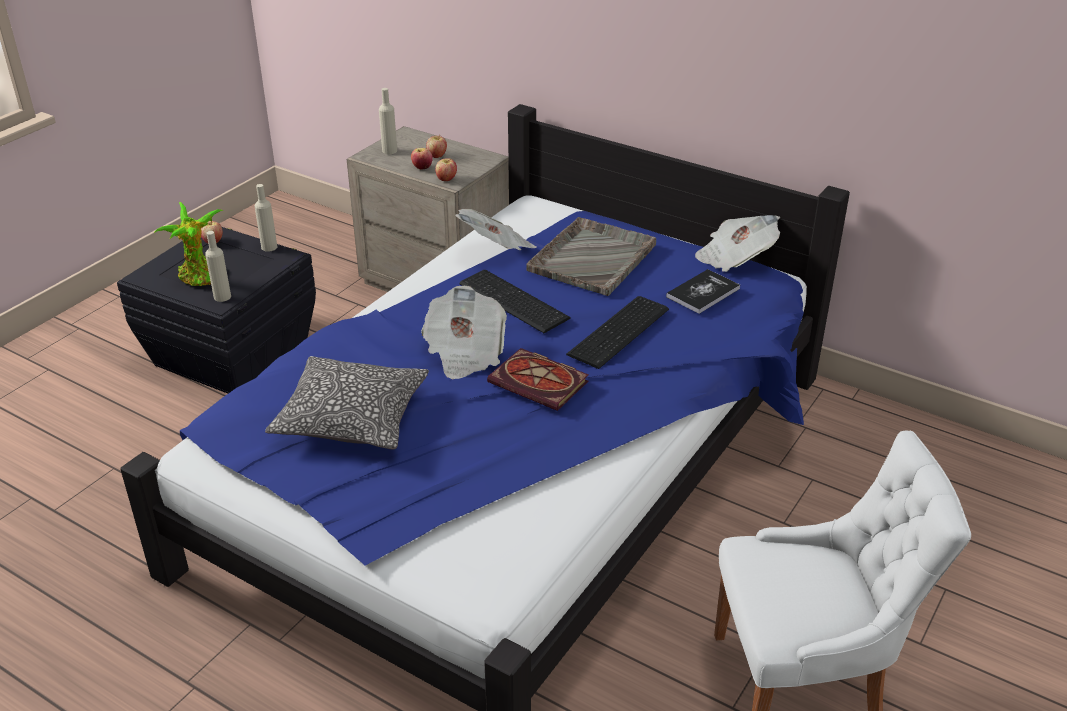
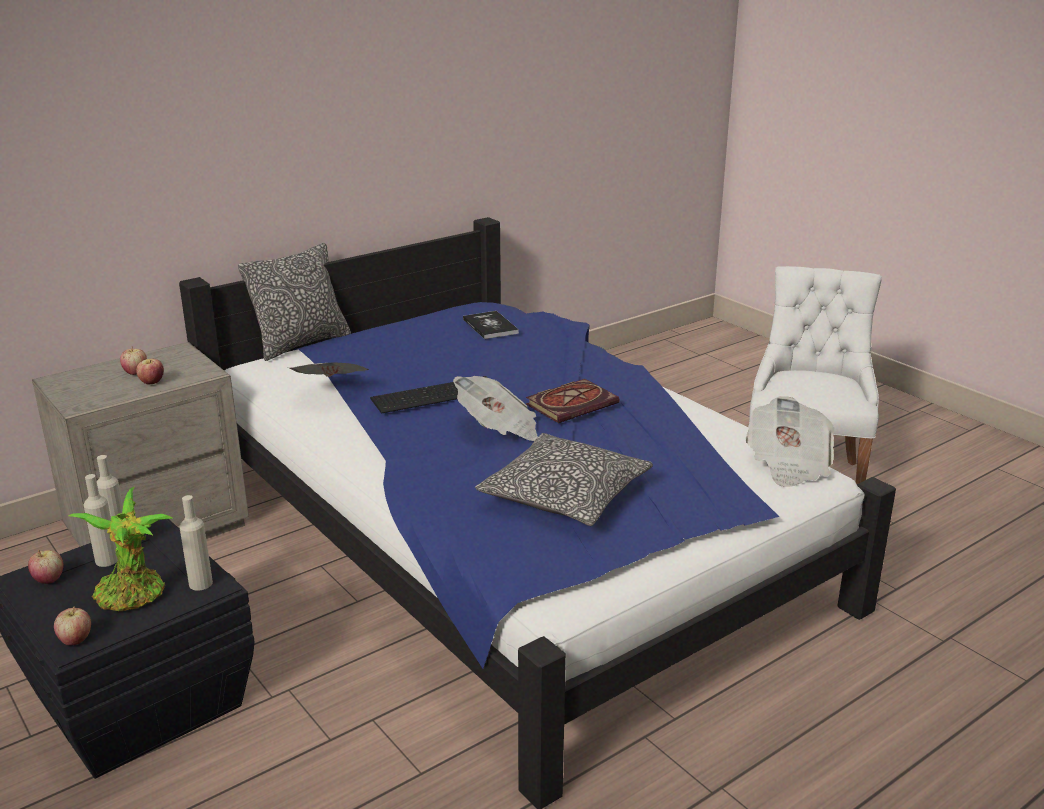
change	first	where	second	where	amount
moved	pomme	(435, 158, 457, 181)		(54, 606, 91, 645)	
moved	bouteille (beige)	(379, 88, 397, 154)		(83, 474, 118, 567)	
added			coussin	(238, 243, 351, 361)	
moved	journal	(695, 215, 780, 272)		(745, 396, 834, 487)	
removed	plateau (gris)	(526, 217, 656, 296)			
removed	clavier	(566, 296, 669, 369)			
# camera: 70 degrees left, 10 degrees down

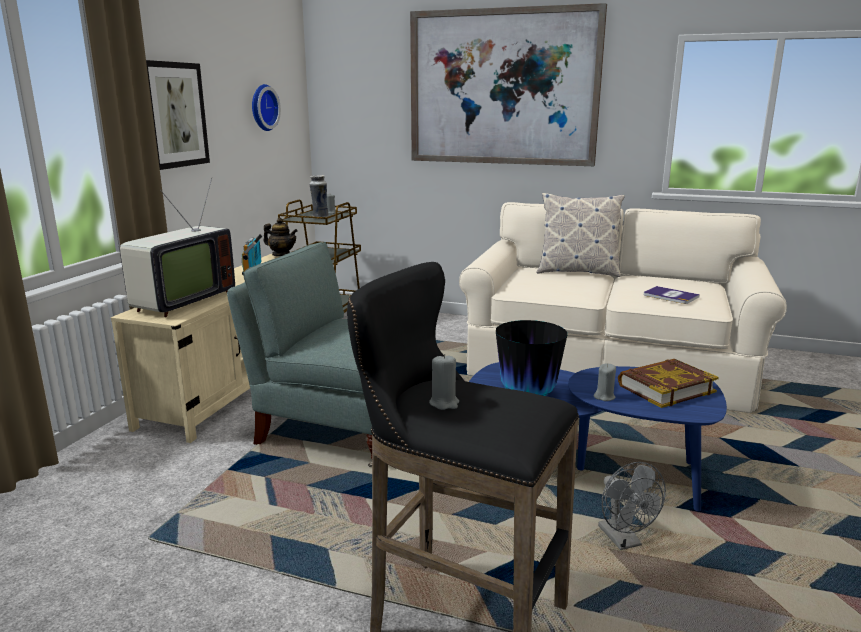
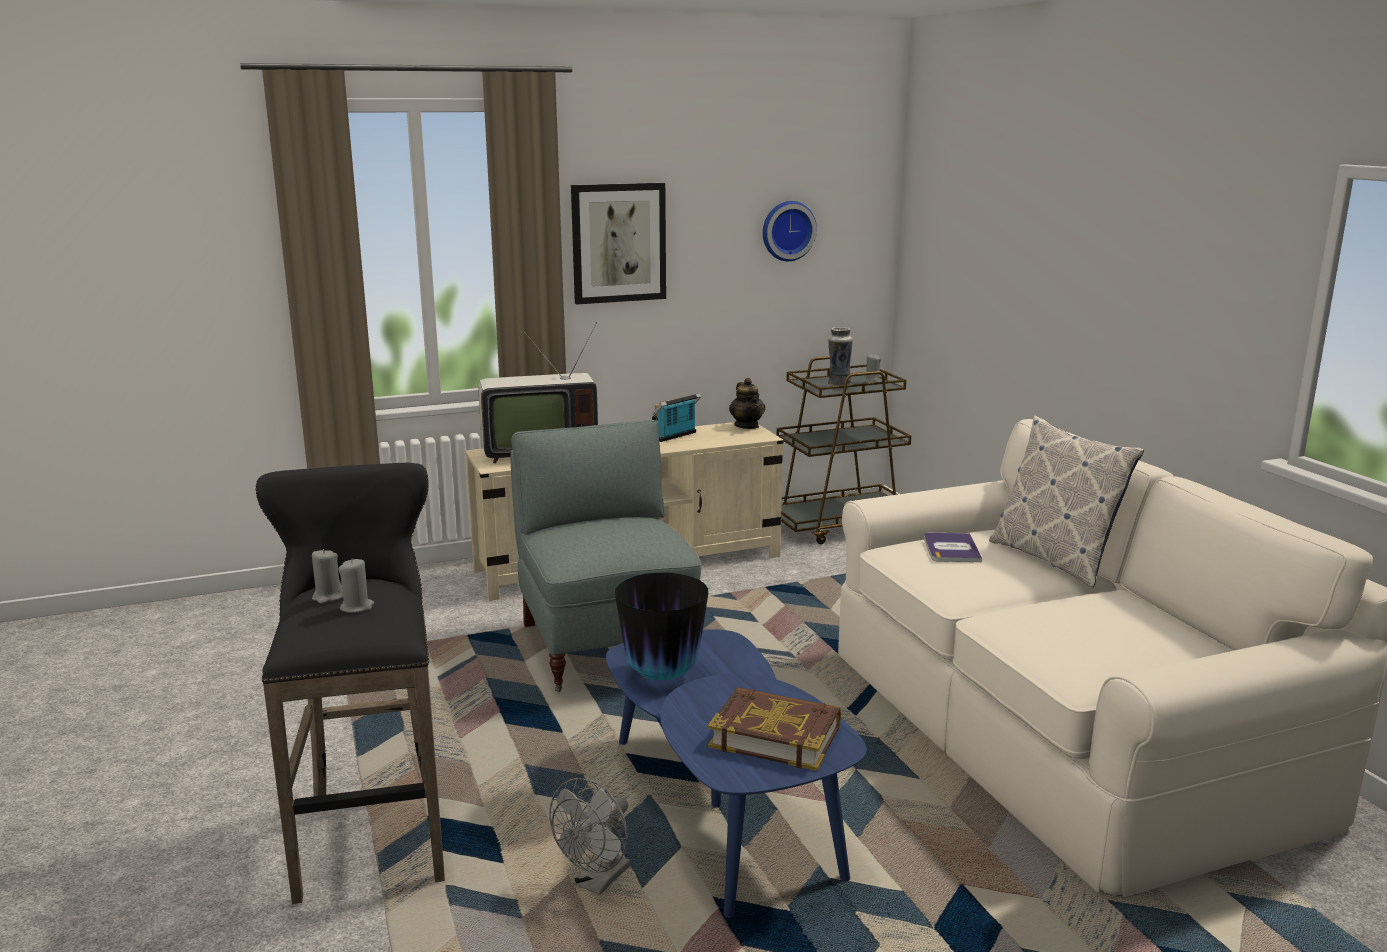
change	first	where	second	where	amount
moved	bougie (gris)	(594, 363, 616, 401)		(339, 559, 374, 613)	
moved	livre	(644, 286, 700, 304)		(924, 533, 982, 562)	
removed	tableau	(410, 3, 607, 166)			
# camera: 50 degrees right, 0 degrees up

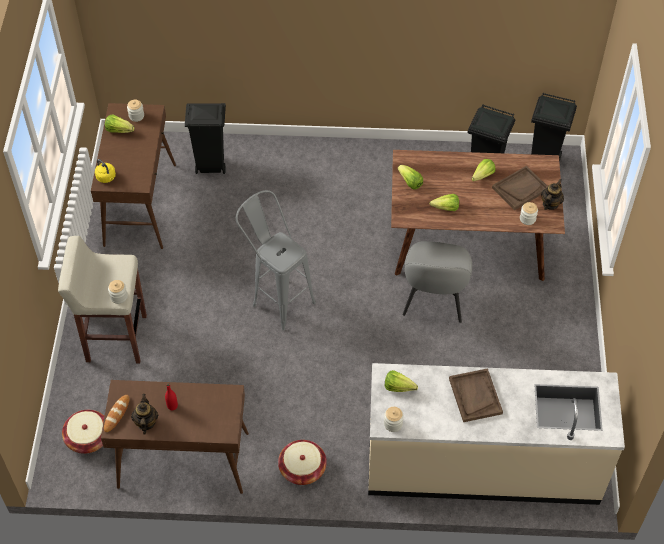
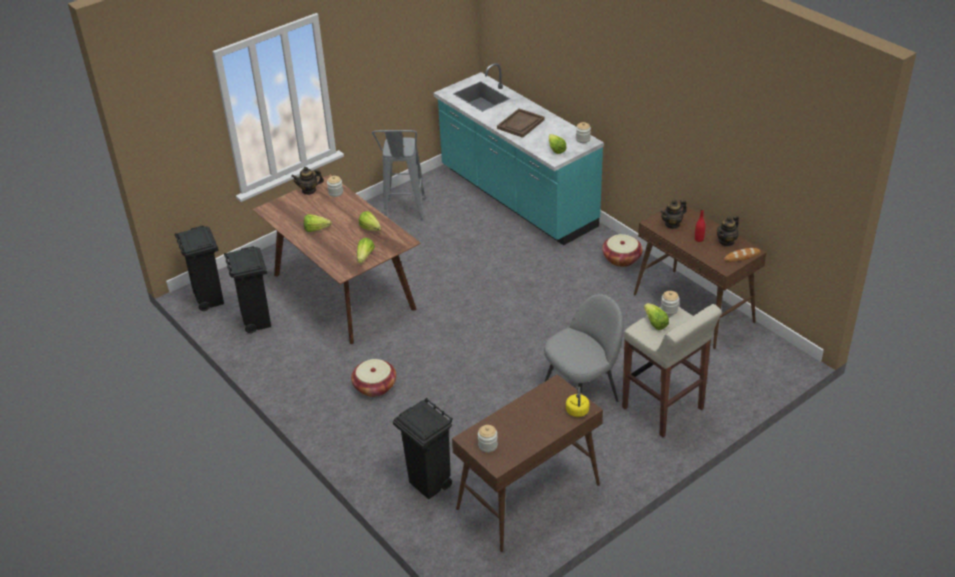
change	first	where	second	where	amount
moved	panier	(62, 410, 104, 454)		(351, 359, 396, 397)	
moved	tabouret (gris)	(236, 190, 316, 331)		(372, 130, 426, 221)	
recoloured	comptoir de cuisine (beige)	(368, 363, 625, 505)	comptoir de cuisine (turquoise)	(434, 63, 604, 245)	
moved	chaise (gris)	(402, 241, 472, 323)		(544, 294, 623, 402)	
moved	laitue	(105, 115, 134, 133)		(644, 303, 669, 330)	
added			théière	(661, 199, 687, 229)	
removed	plateau (marron)	(492, 166, 548, 210)			
# camera: 130 degrees left, 15 degrees down

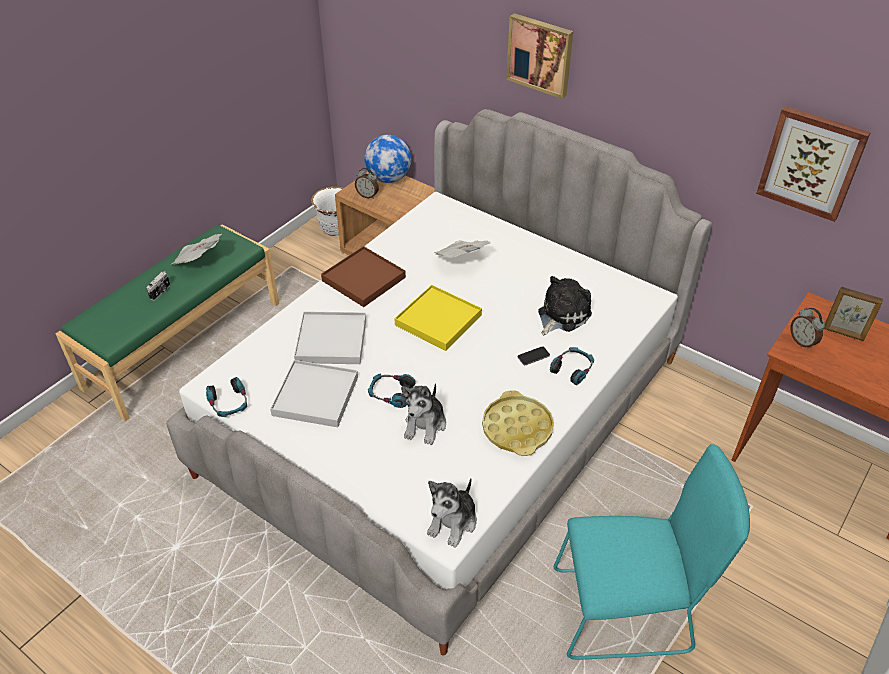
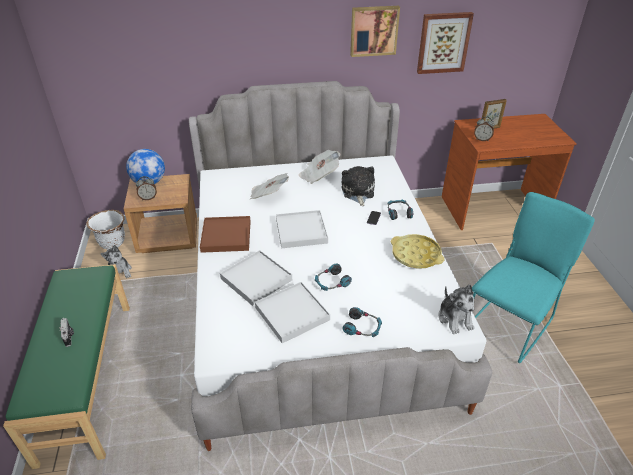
change	first	where	second	where	amount
moved	peluche	(401, 383, 446, 445)		(100, 245, 132, 278)	
recoloured	plateau (jaune)	(394, 285, 482, 351)	plateau (blanc)	(276, 210, 328, 248)	
moved	journal	(171, 234, 222, 264)		(299, 150, 341, 184)	
moved	casque audio	(206, 377, 247, 417)		(342, 307, 382, 337)	
moved	tableau	(506, 13, 573, 99)		(350, 6, 400, 57)	
# camera: 45 degrees left, 5 degrees down

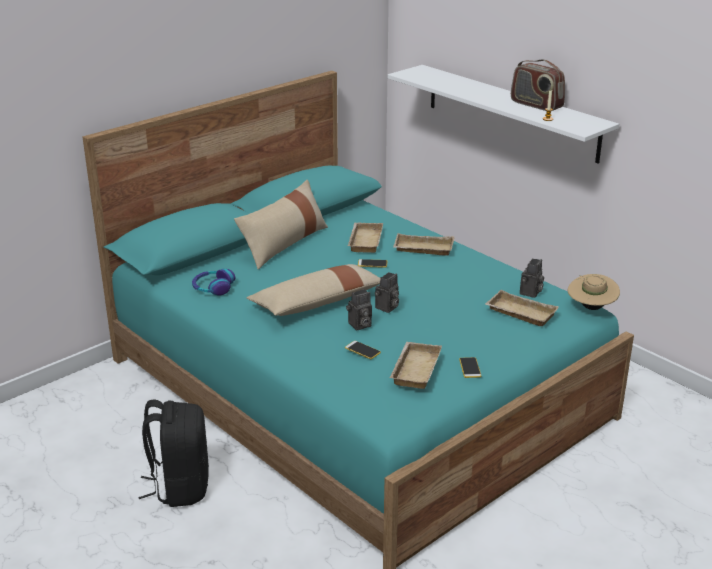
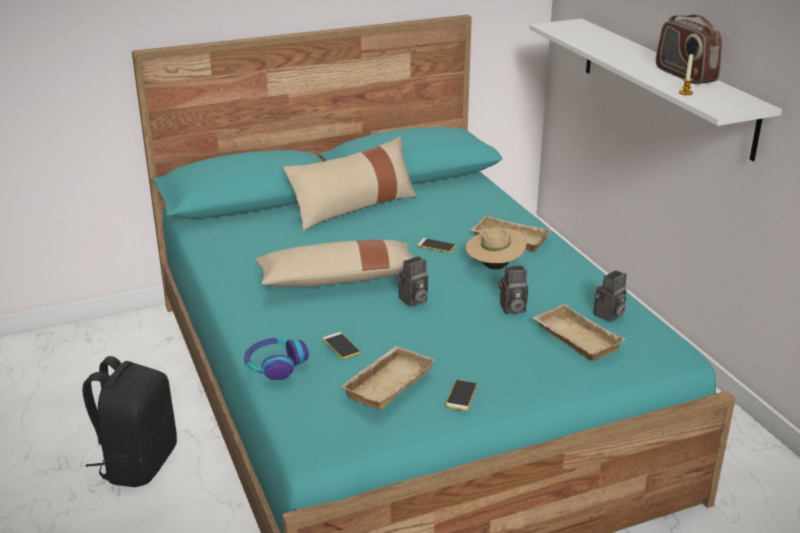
change	first	where	second	where	amount
moved	casque audio	(192, 269, 235, 296)		(244, 338, 309, 380)	
moved	chapeau (beige)	(568, 274, 620, 310)		(465, 226, 526, 270)	
moved	appareil photo	(346, 289, 372, 330)		(498, 265, 528, 314)	
removed	plateau (beige)	(348, 223, 383, 253)			
# camera: 20 degrees right, 0 degrees up

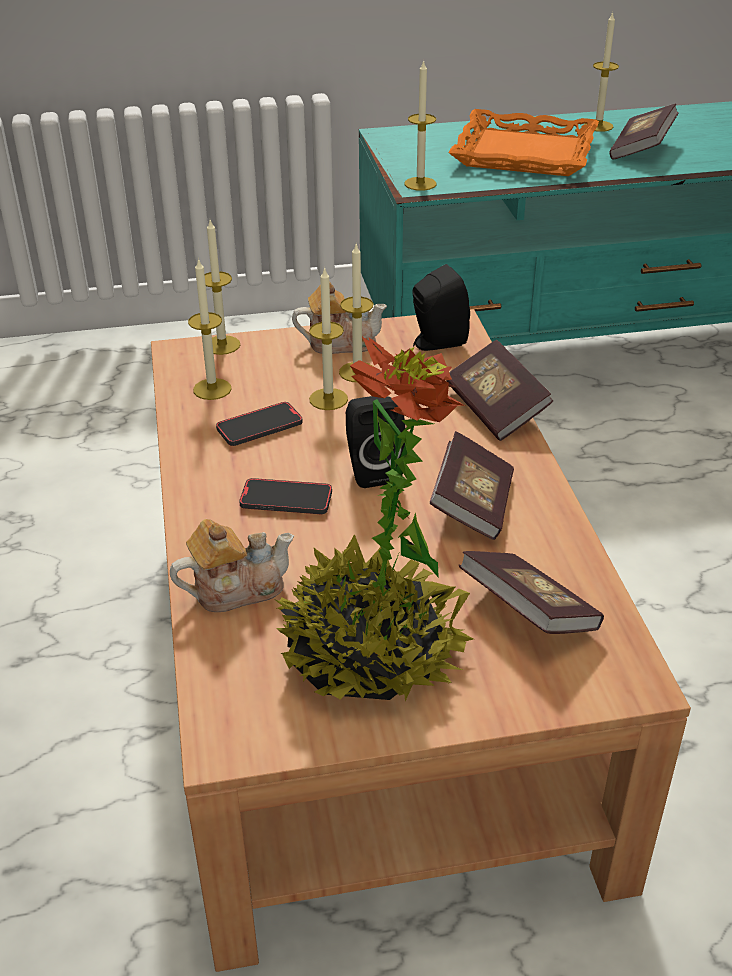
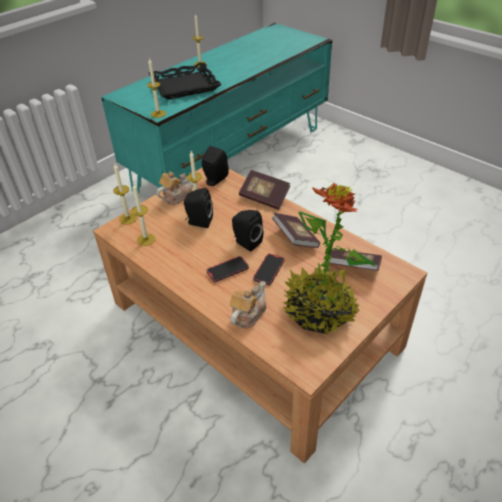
change	first	where	second	where	amount
recoloured	plateau (orange)	(448, 109, 599, 176)	plateau (noir)	(149, 62, 222, 100)	
replaced	bougie	(309, 267, 348, 410)	enceinte (noir)	(184, 188, 213, 228)	
moved	téléphone	(216, 402, 303, 446)		(253, 253, 285, 285)	
removed	livre	(609, 103, 679, 160)			
# camera: 35 degrees left, 5 degrees up

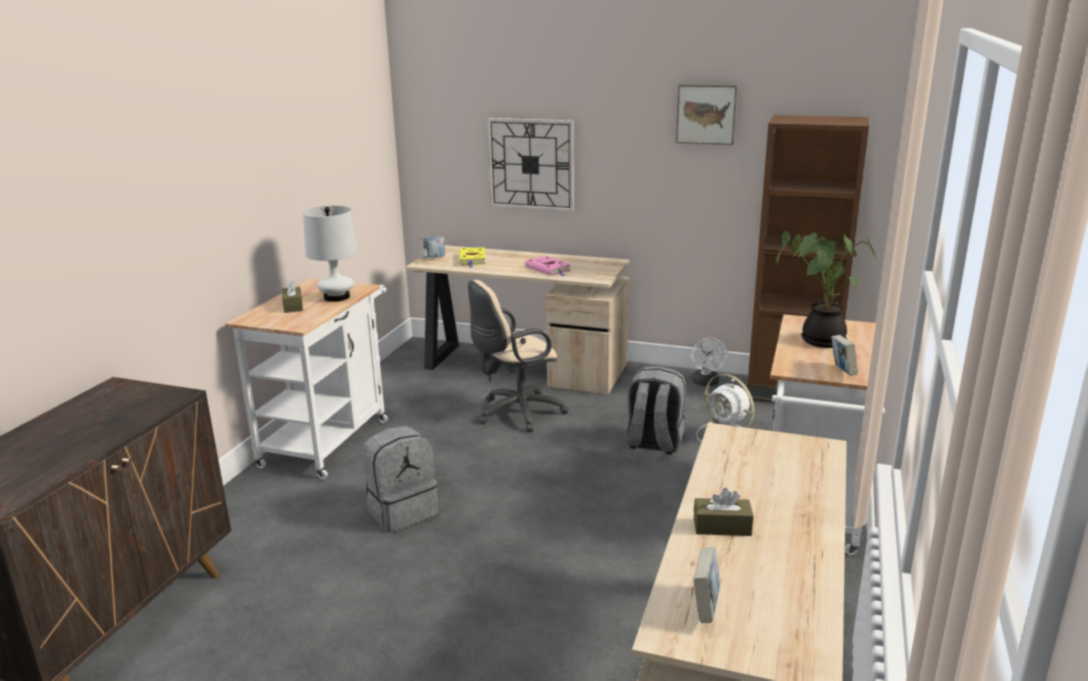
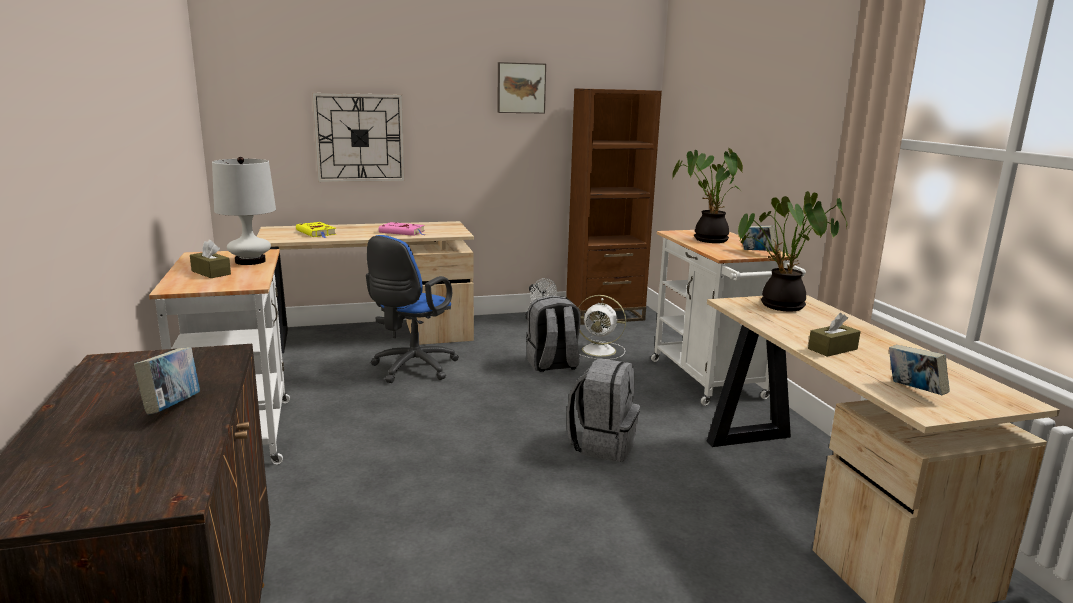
change	first	where	second	where	amount
moved	livre	(419, 237, 445, 258)		(134, 347, 200, 415)	
recoloured	chaise de bureau (beige)	(468, 280, 569, 432)	chaise de bureau (bleu)	(366, 235, 459, 383)	
moved	sac à dos (gris)	(362, 426, 438, 532)		(567, 358, 640, 462)	
added			plante en pot	(738, 191, 847, 312)	
# camera: 35 degrees left, 5 degrees down

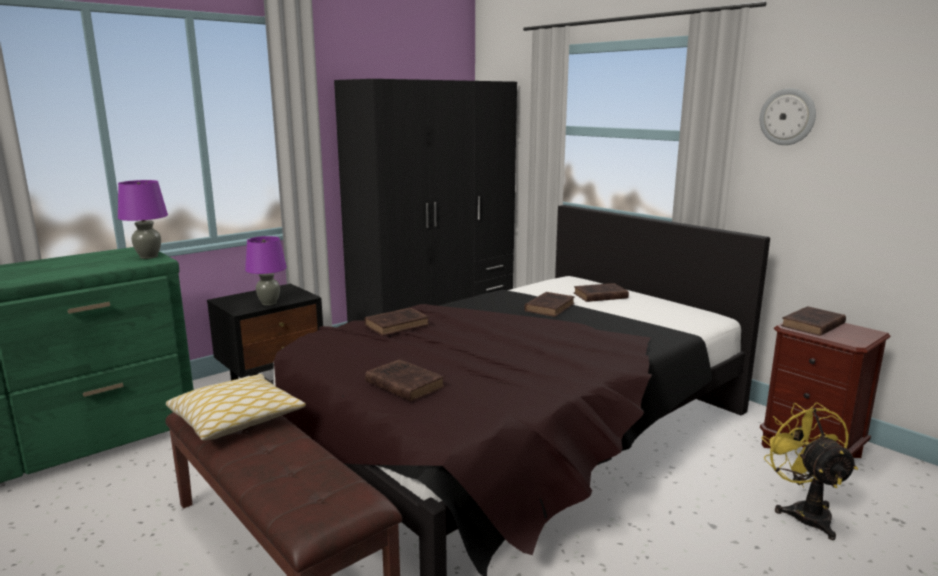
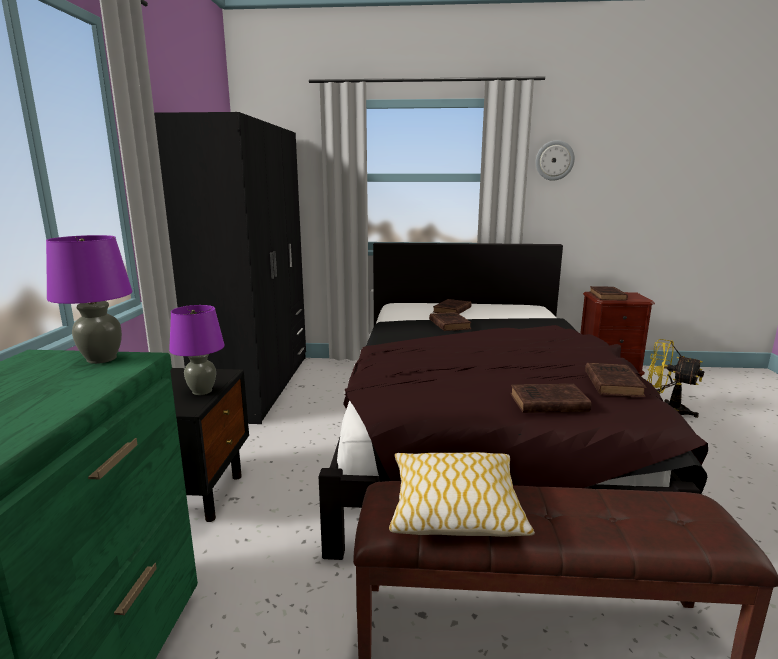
change	first	where	second	where	amount
moved	livre (marron)	(364, 308, 429, 336)		(585, 363, 647, 397)	
# camera: 45 degrees left, 0 degrees up

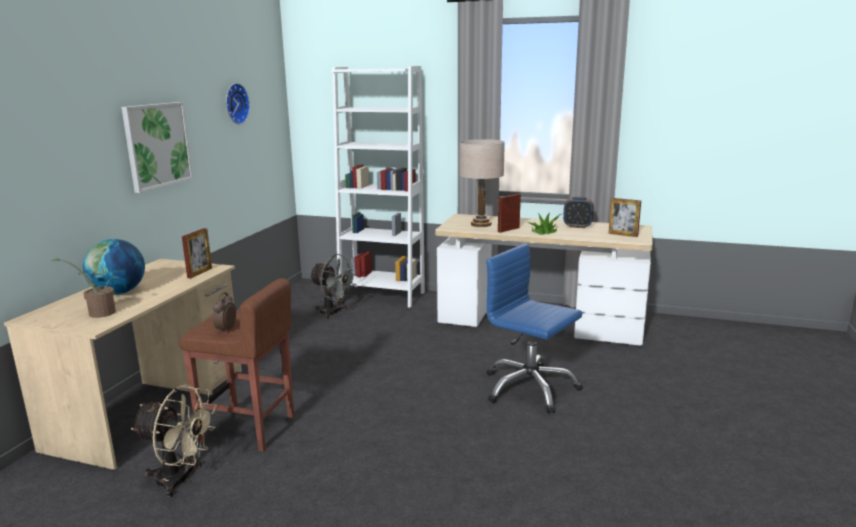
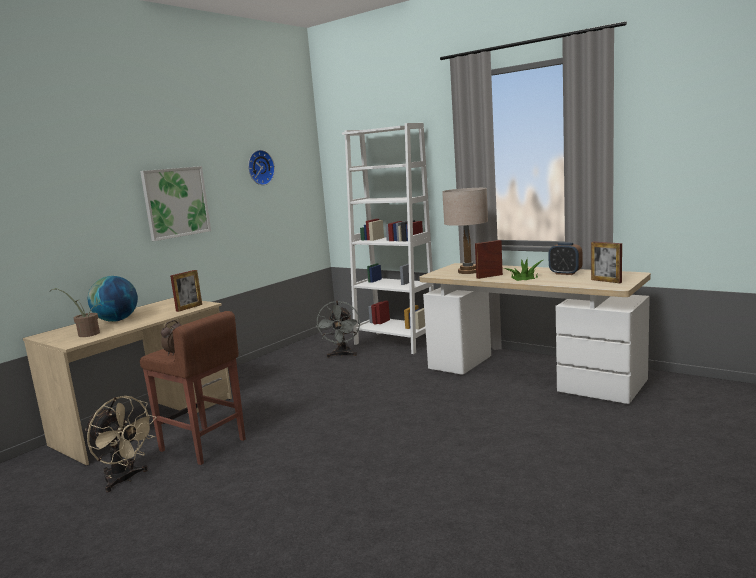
change	first	where	second	where	amount
turned	ventilateur (gris)	(309, 254, 357, 319)		(316, 301, 360, 358)	45 degrees clockwise
removed	chaise de bureau (bleu)	(486, 244, 583, 414)			
# camera: 20 degrees right, 5 degrees down

